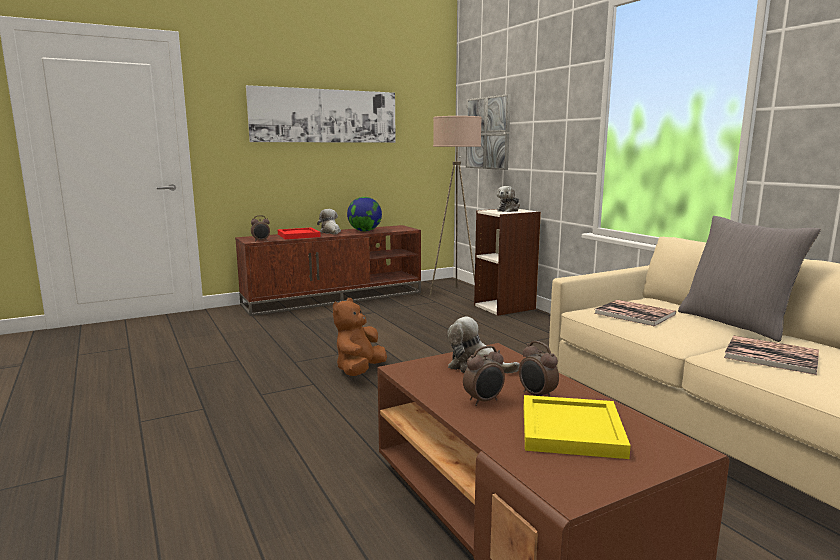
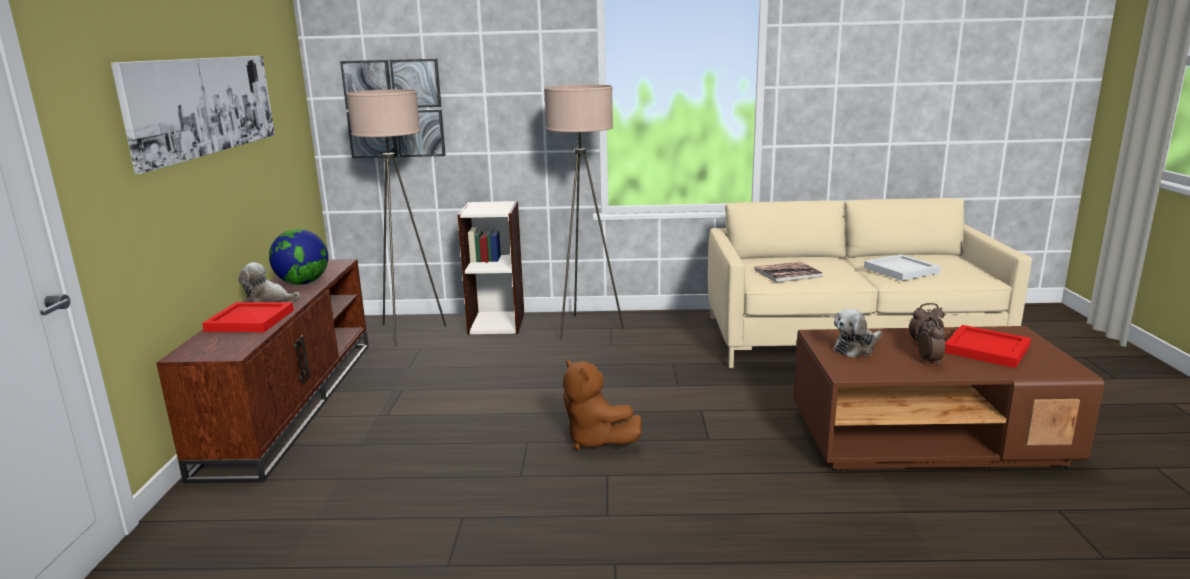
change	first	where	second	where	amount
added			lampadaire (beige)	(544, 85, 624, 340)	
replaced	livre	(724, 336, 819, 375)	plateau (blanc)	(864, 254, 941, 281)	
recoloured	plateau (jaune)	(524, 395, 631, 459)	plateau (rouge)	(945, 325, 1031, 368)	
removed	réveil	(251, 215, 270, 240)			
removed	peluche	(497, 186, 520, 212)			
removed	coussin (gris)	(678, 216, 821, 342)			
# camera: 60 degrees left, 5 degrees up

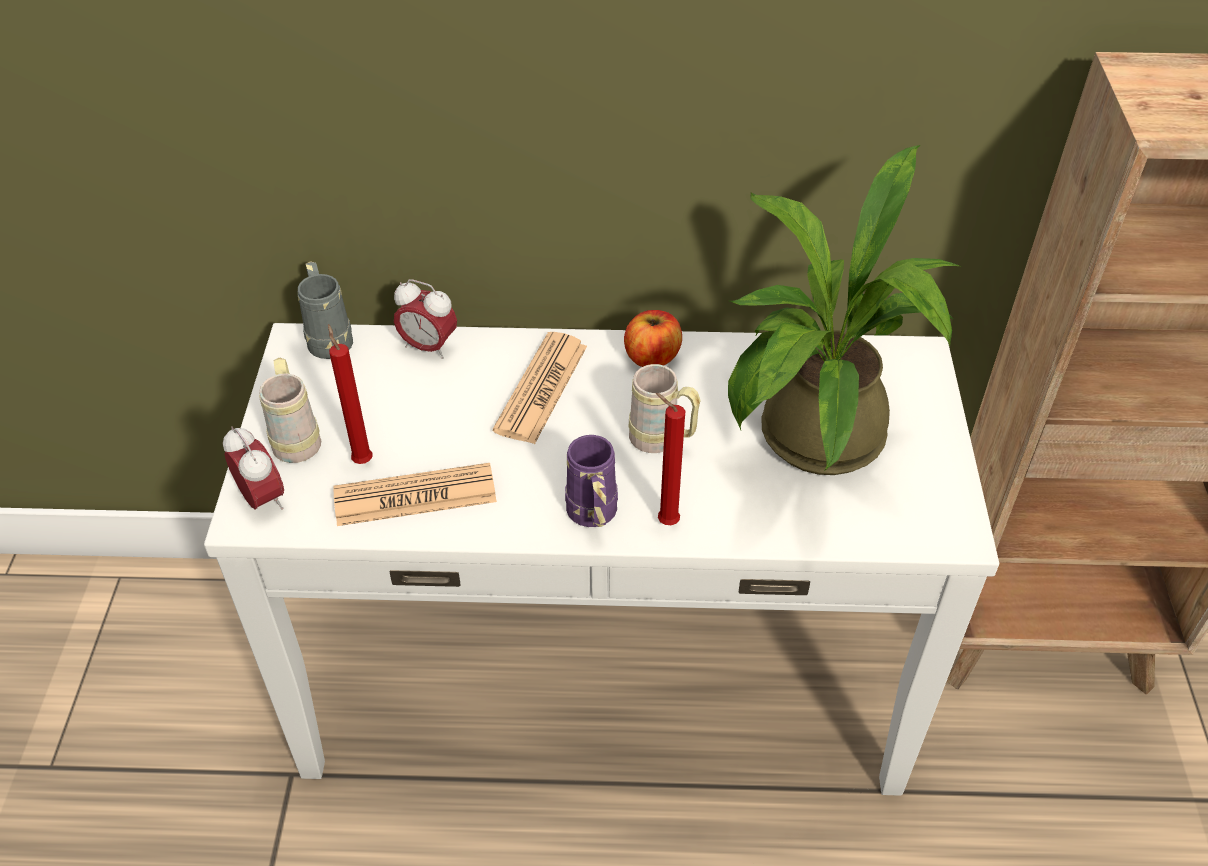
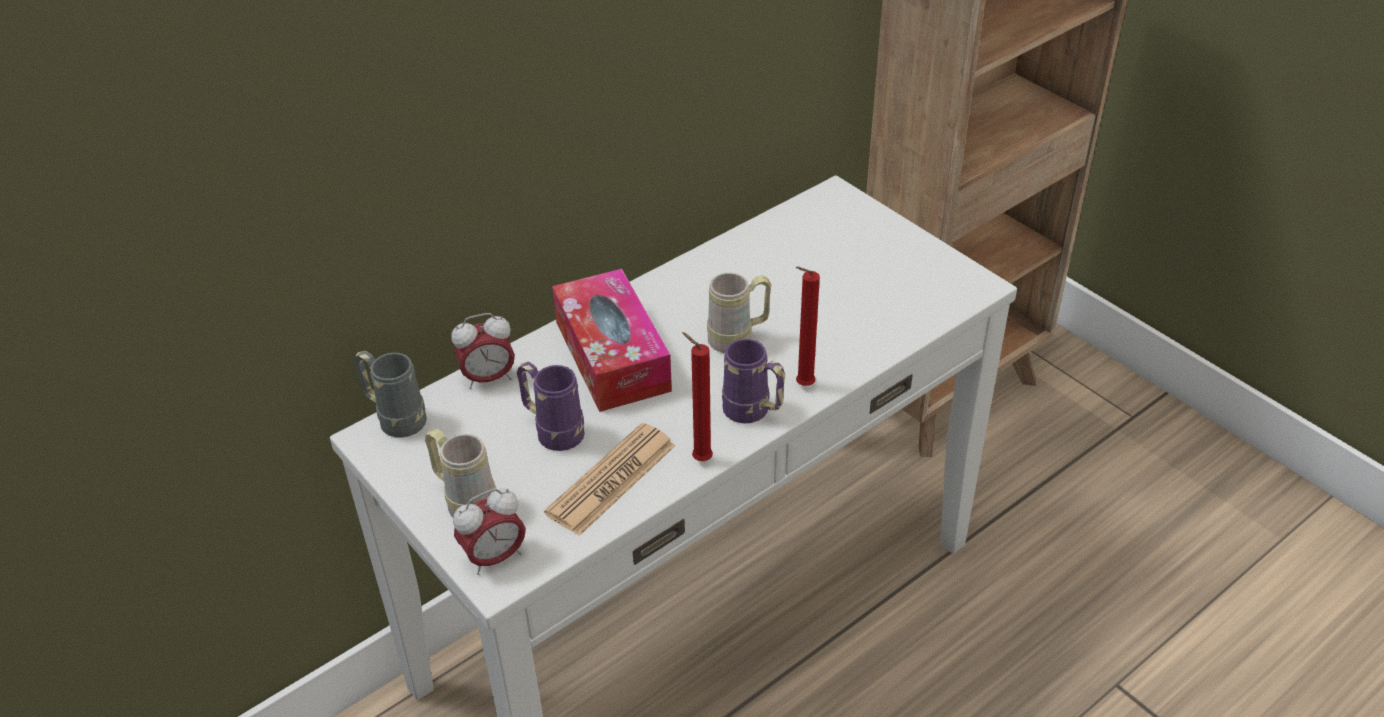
change	first	where	second	where	amount
turned	réveil	(223, 426, 284, 510)		(453, 488, 526, 575)	135 degrees clockwise
added			mug (violet)	(517, 362, 585, 451)	
replaced	journal	(493, 332, 587, 444)	boîte à mouchoirs	(552, 269, 672, 412)	
moved	bougie (rouge)	(328, 324, 373, 464)		(682, 332, 713, 461)	
removed	pomme	(624, 310, 682, 367)			
removed	plante en pot	(728, 145, 960, 475)			
# camera: 40 degrees left, 5 degrees down

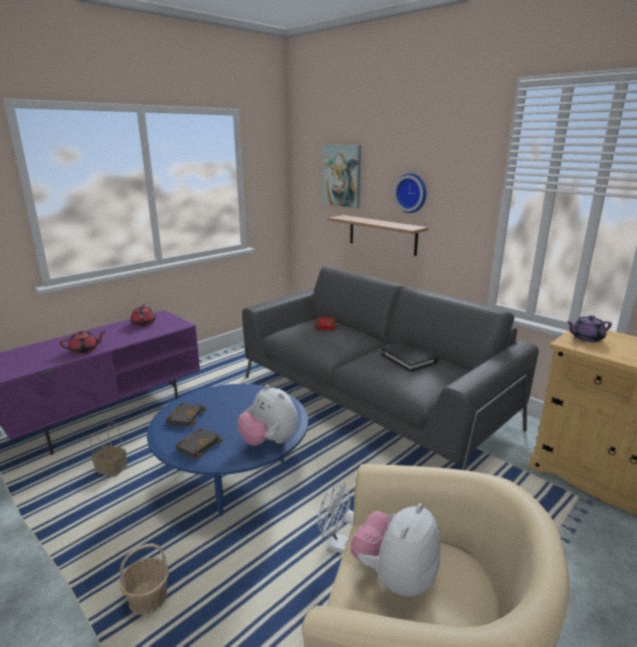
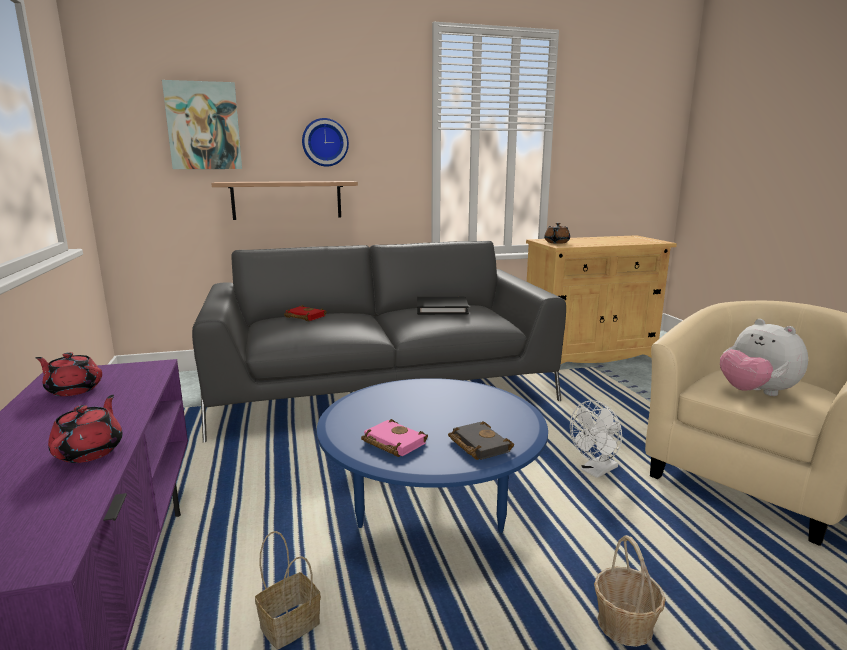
change	first	where	second	where	amount
recoloured	livre (noir)	(166, 403, 206, 427)	livre (rose)	(361, 419, 428, 457)	
recoloured	théière (violet)	(567, 315, 612, 342)	théière (marron)	(544, 223, 570, 244)	
removed	peluche	(237, 385, 298, 446)			
# camera: 60 degrees left, 5 degrees down

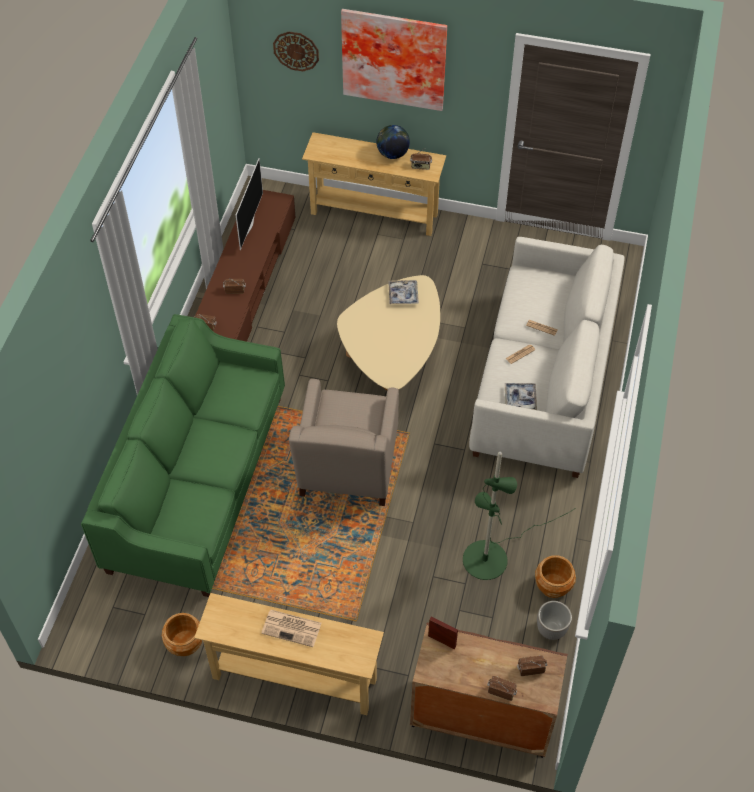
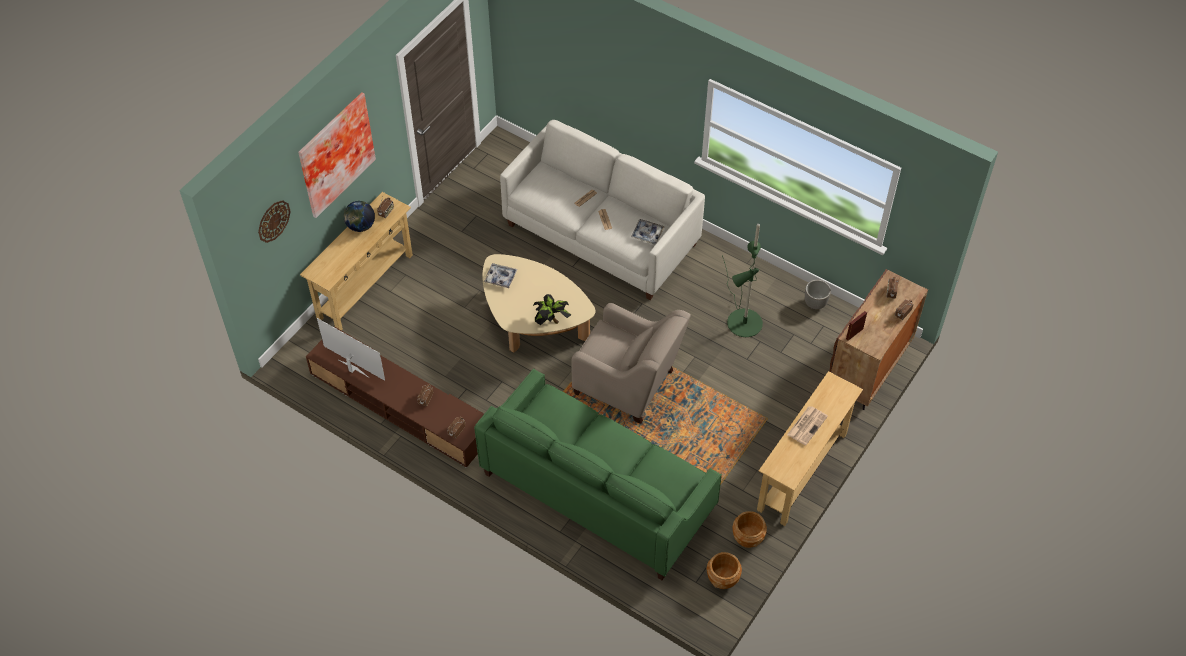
change	first	where	second	where	amount
added			plante en pot	(533, 294, 571, 325)	
moved	cache-pot (marron)	(535, 555, 576, 598)		(706, 552, 742, 589)	
# camera: 70 degrees left, 0 degrees up

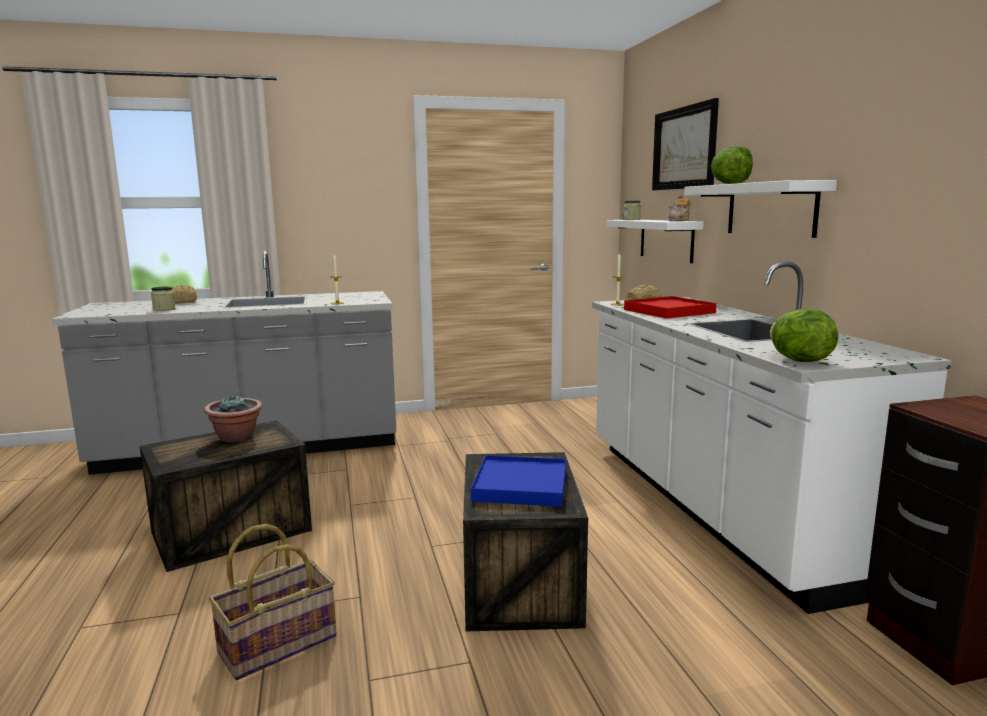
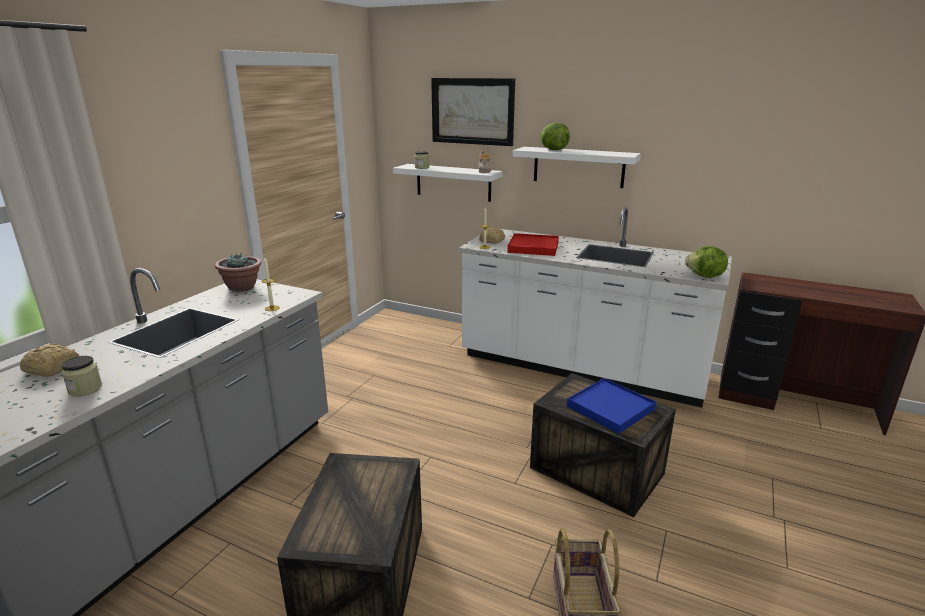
change	first	where	second	where	amount
moved	plante en pot	(204, 395, 262, 442)		(215, 253, 262, 292)	
# camera: 50 degrees left, 10 degrees up

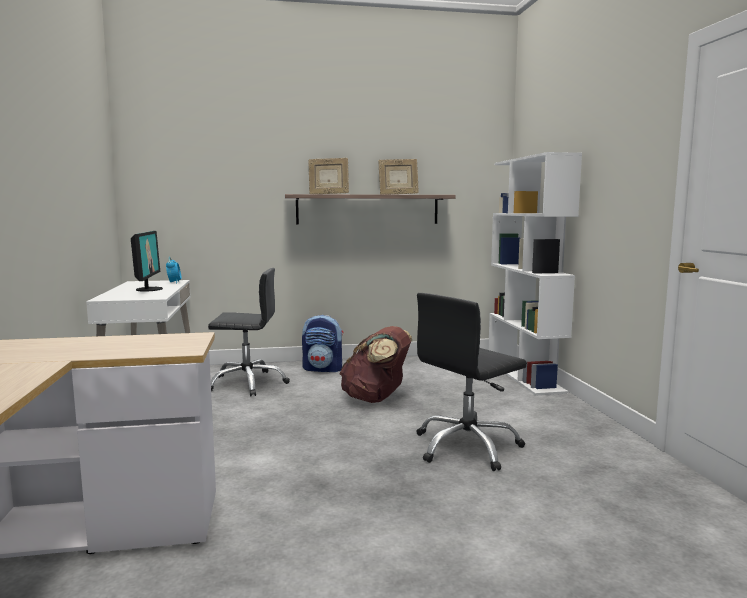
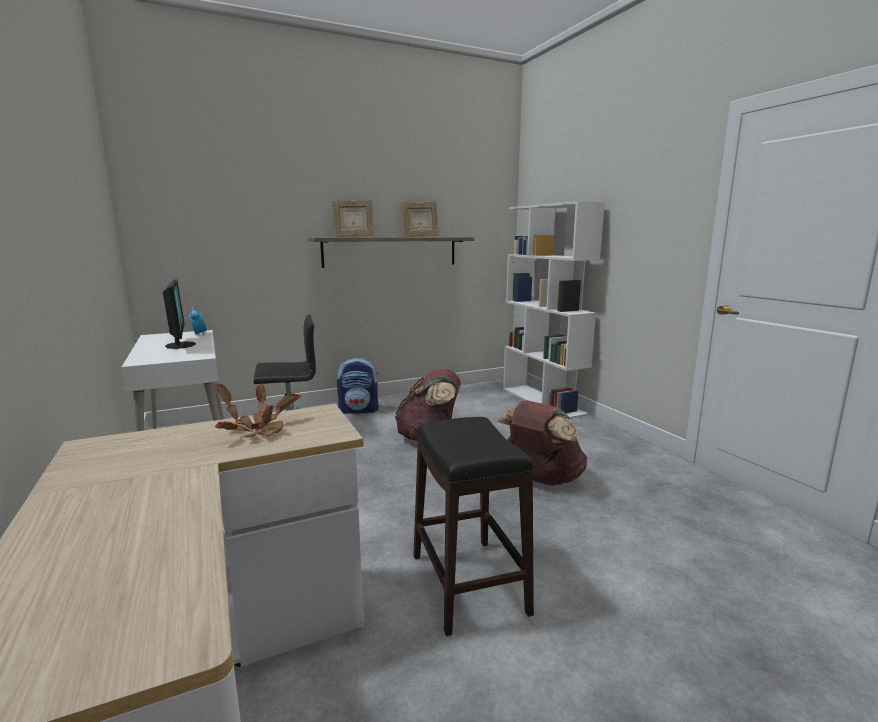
change	first	where	second	where	amount
added			plante en pot	(215, 383, 301, 437)	
added			tabouret (noir)	(413, 417, 534, 636)	
replaced	chaise de bureau (noir)	(417, 293, 527, 471)	sac à dos (marron)	(497, 401, 587, 485)	
# camera: 15 degrees left, 5 degrees up

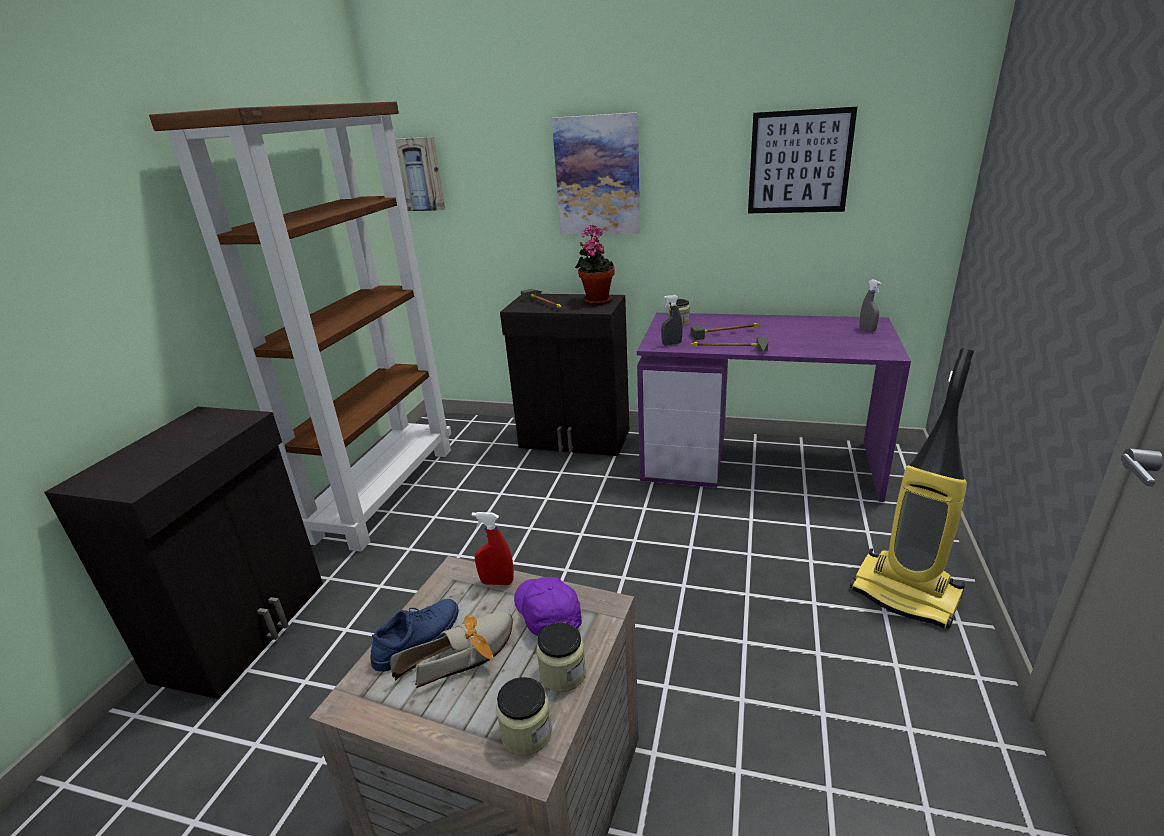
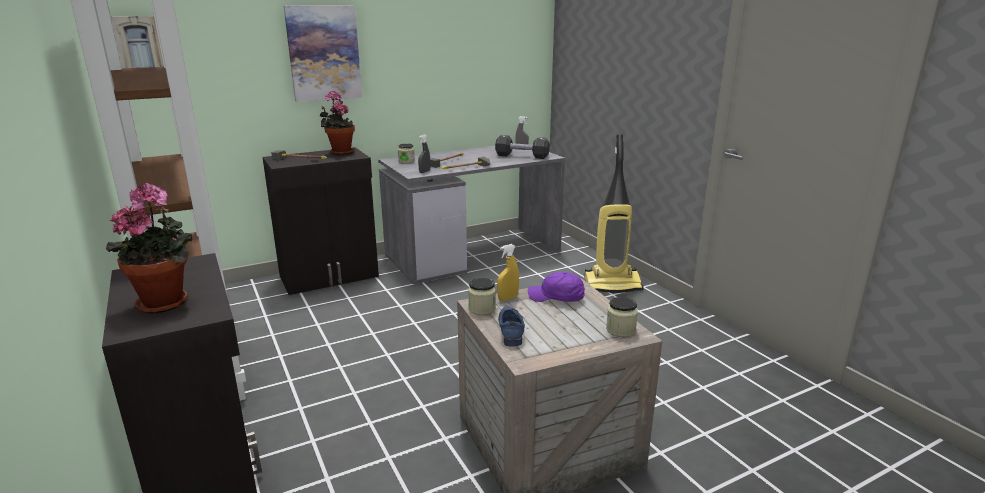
change	first	where	second	where	amount
added			plante en pot	(106, 183, 193, 314)	
recoloured	bureau (violet)	(637, 313, 911, 502)	bureau (gris)	(378, 143, 565, 284)	
moved	bocal	(536, 622, 586, 692)		(468, 278, 496, 315)	
added			haltère (noir)	(495, 135, 550, 159)	
recoloured	vaporisateur (rouge)	(472, 512, 514, 585)	vaporisateur (jaune)	(497, 244, 519, 301)	
removed	chaussure	(390, 612, 513, 688)			
removed	tableau	(748, 107, 857, 213)			
# camera: 45 degrees left, 5 degrees down

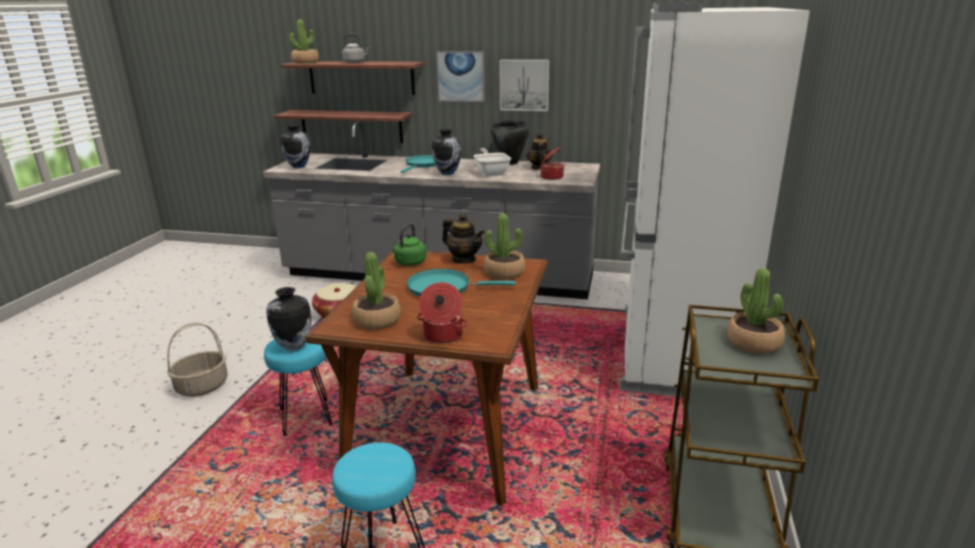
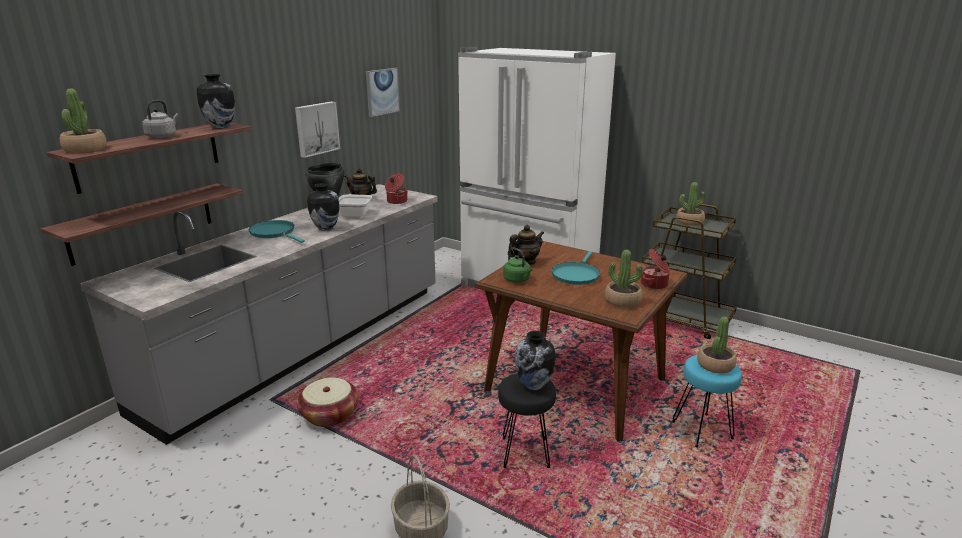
change	first	where	second	where	amount
moved	vase	(281, 125, 310, 168)		(197, 74, 235, 128)	
moved	tableau	(436, 52, 485, 102)		(366, 68, 400, 117)	
recoloured	tabouret (turquoise)	(264, 339, 332, 436)	tabouret (noir)	(498, 373, 556, 468)	
moved	plante en pot	(484, 213, 525, 279)		(697, 317, 737, 373)	
# camera: 70 degrees left, 0 degrees up

